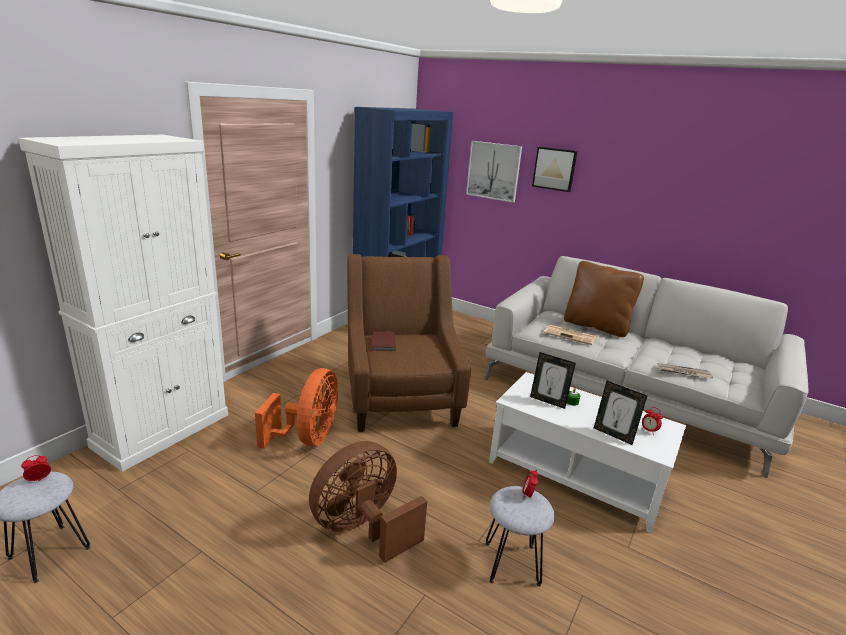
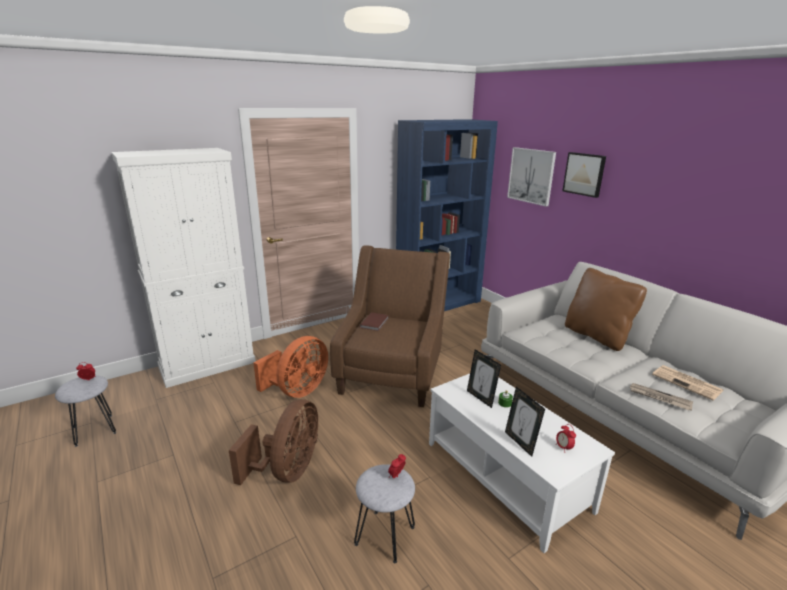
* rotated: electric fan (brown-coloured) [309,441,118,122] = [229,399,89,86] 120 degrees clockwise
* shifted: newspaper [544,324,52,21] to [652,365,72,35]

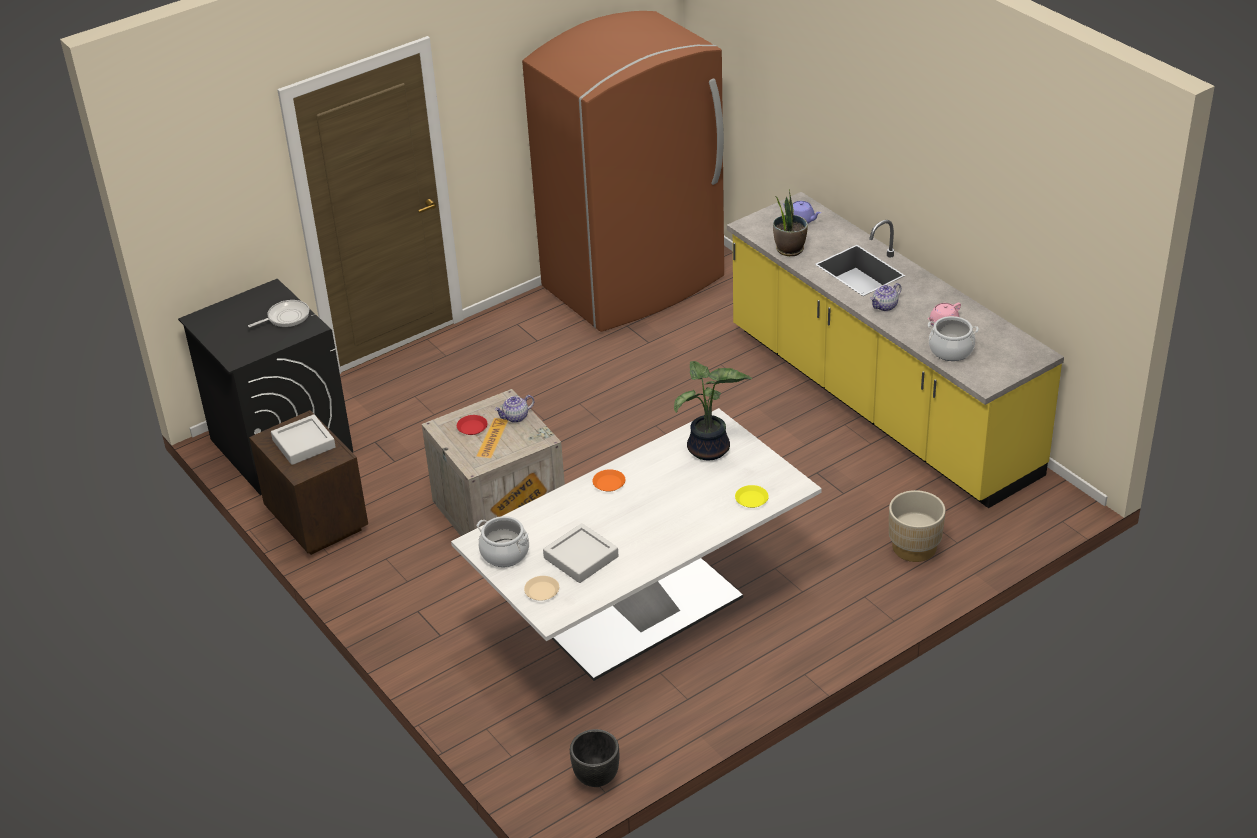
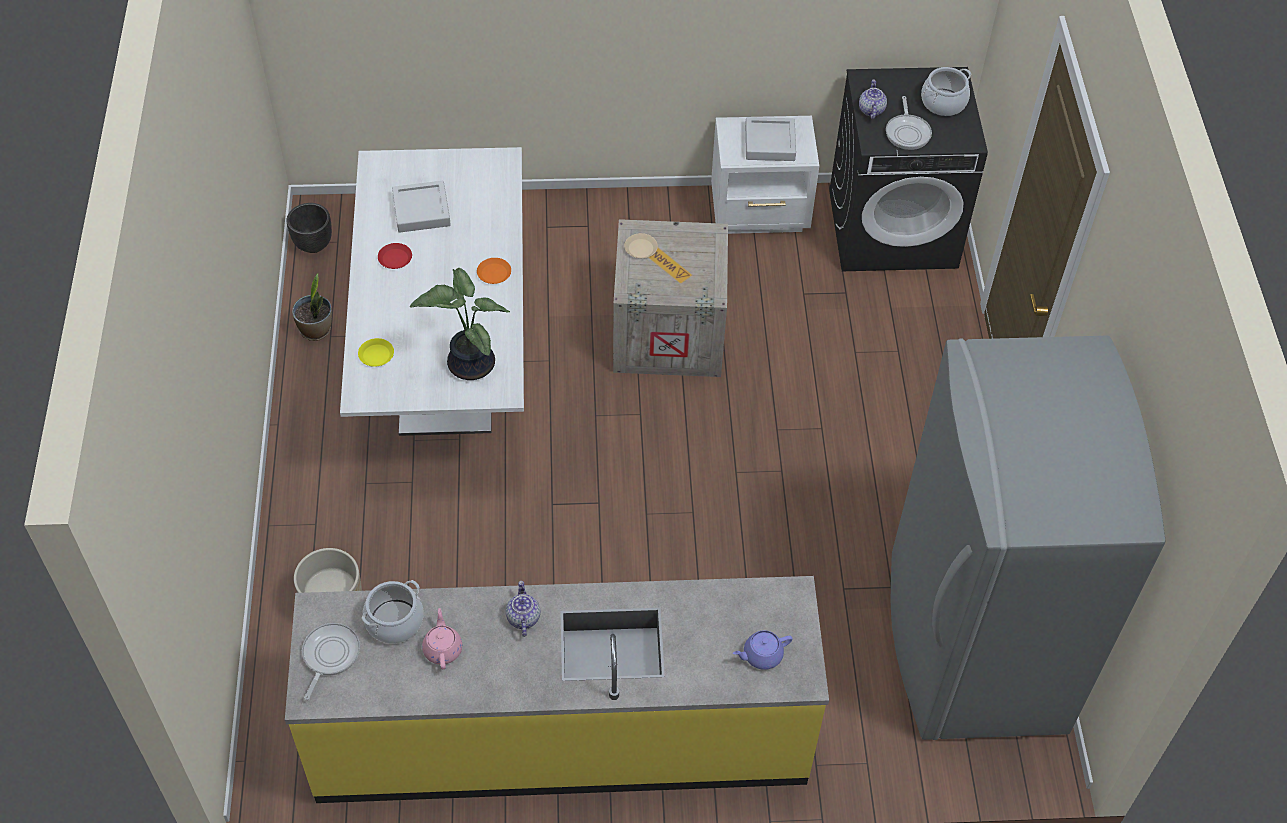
* shifted: houseplant [773,189,35,67] to [292,274,40,67]
* new: pan [302,623,58,77]
* shifted: flat dish (red-coloured) [457,415,31,20] to [378,243,34,26]
* shifted: flat dish (beige) [524,576,35,25] to [624,233,34,25]
* repainted: bedside table (brown-coloured) [249,410,119,145] to bedside table (white-coloured) [711,116,108,118]
* shifted: pot for tea [494,395,40,28] to [859,80,28,39]
* repainted: refrigerator (brown-coloured) [522,11,202,321] to refrigerator (gray) [891,336,274,404]
* shifted: stockpot [477,516,52,51] to [921,67,50,49]

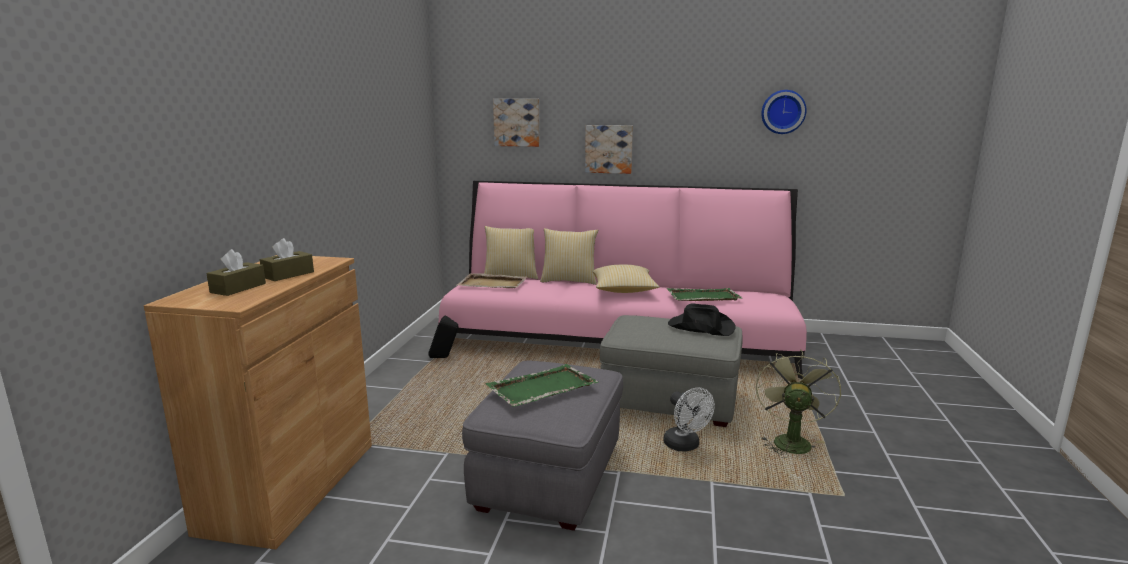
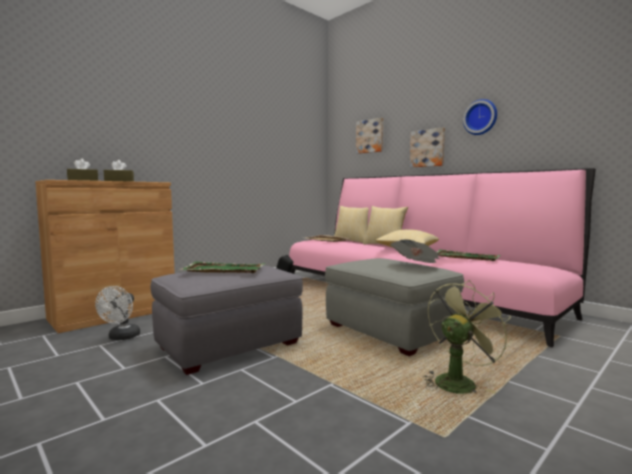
* shifted: electric fan (white-coloured) [663,387,52,65] to [95,286,45,54]
* swapped: wearable hat (black) [668,303,68,33] to newspaper [390,240,50,23]
* shifted: clock on the wall [761,90,46,44] to [463,99,34,36]

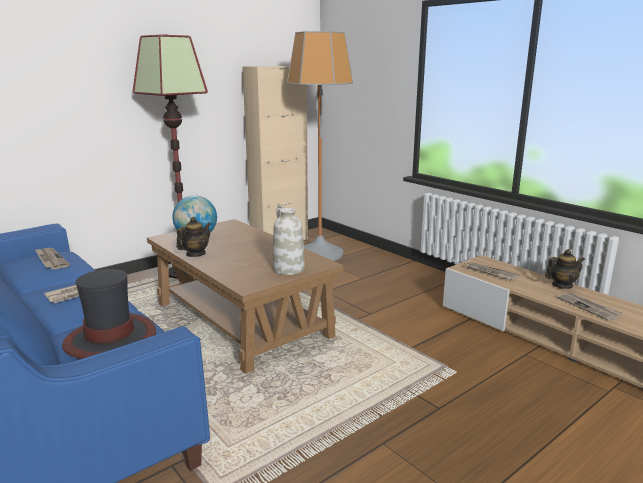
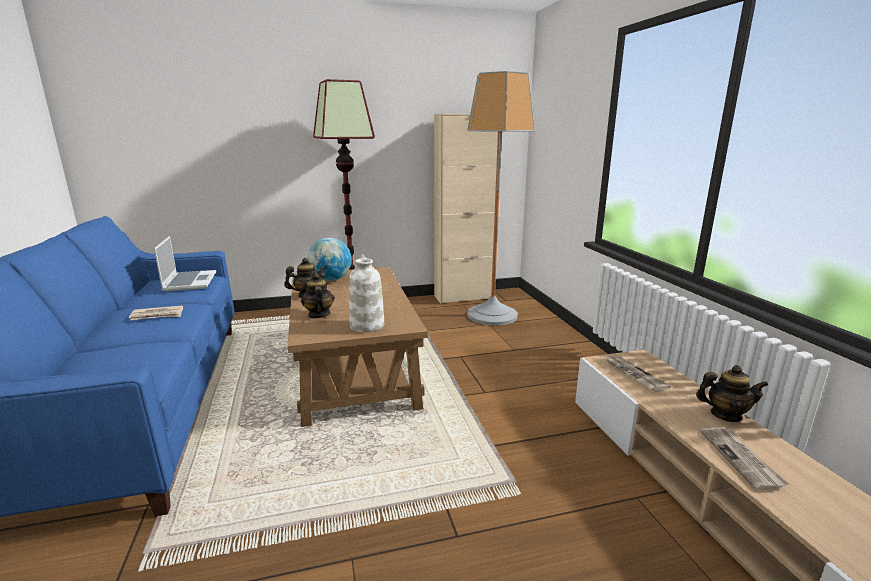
* swapped: newspaper [35,248,35,21] to portable computer [154,236,62,55]
* new: pot for tea [301,273,34,45]
* gone: wearable hat [62,269,94,90]

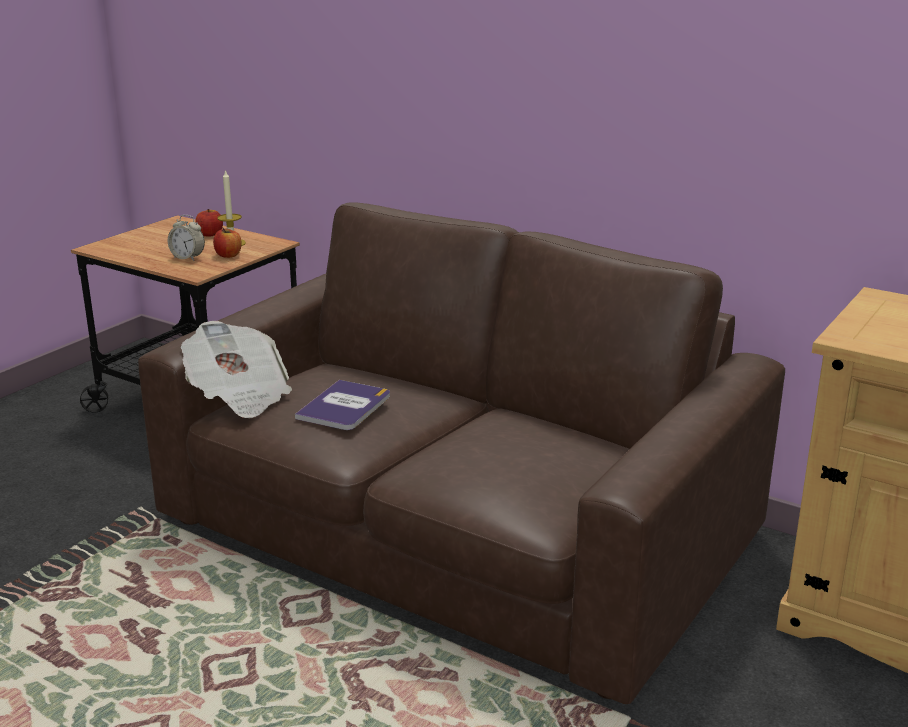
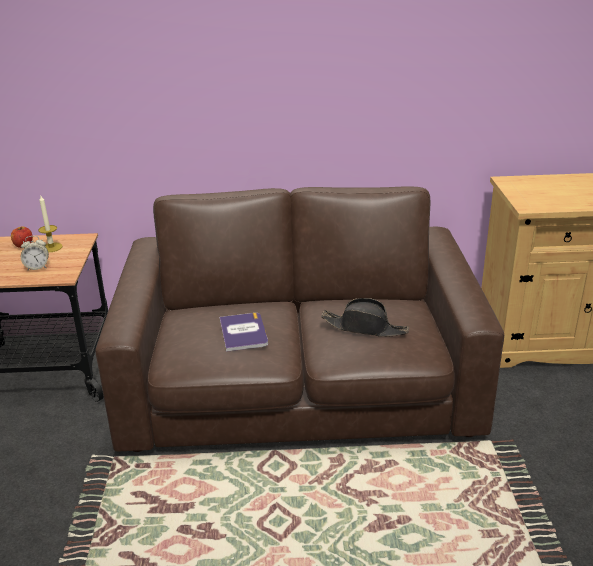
* new: wearable hat (black) [321,298,88,39]
* gone: newspaper [181,321,111,97]
* gone: apple [213,228,28,30]

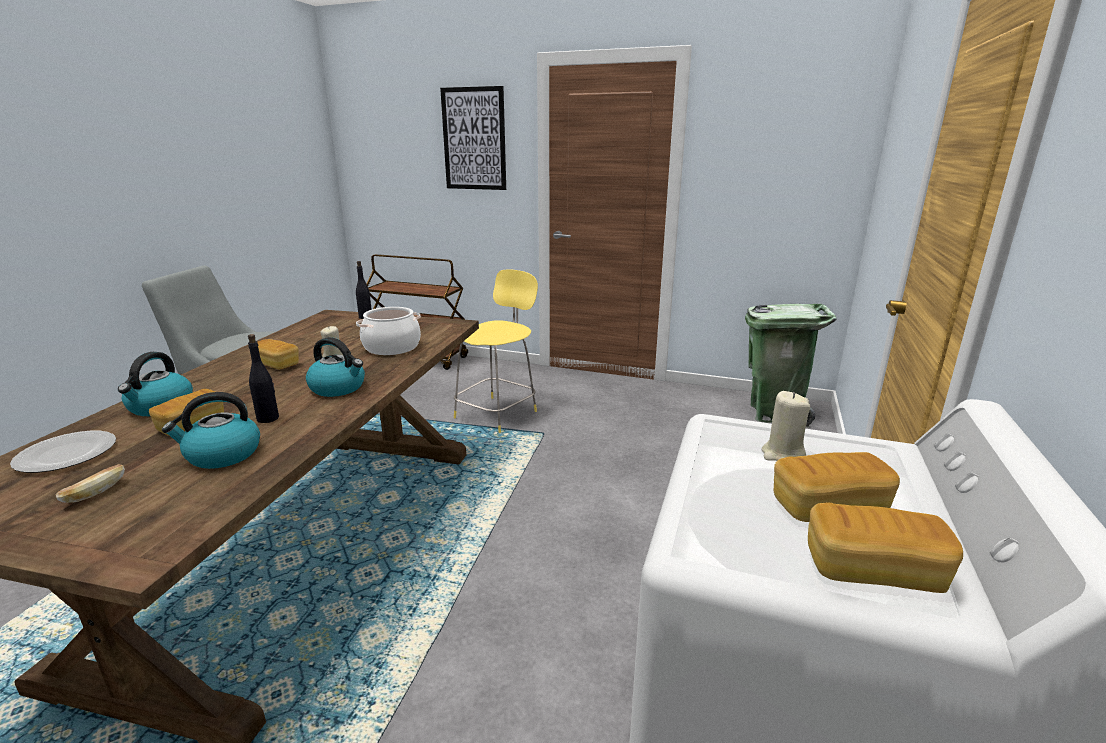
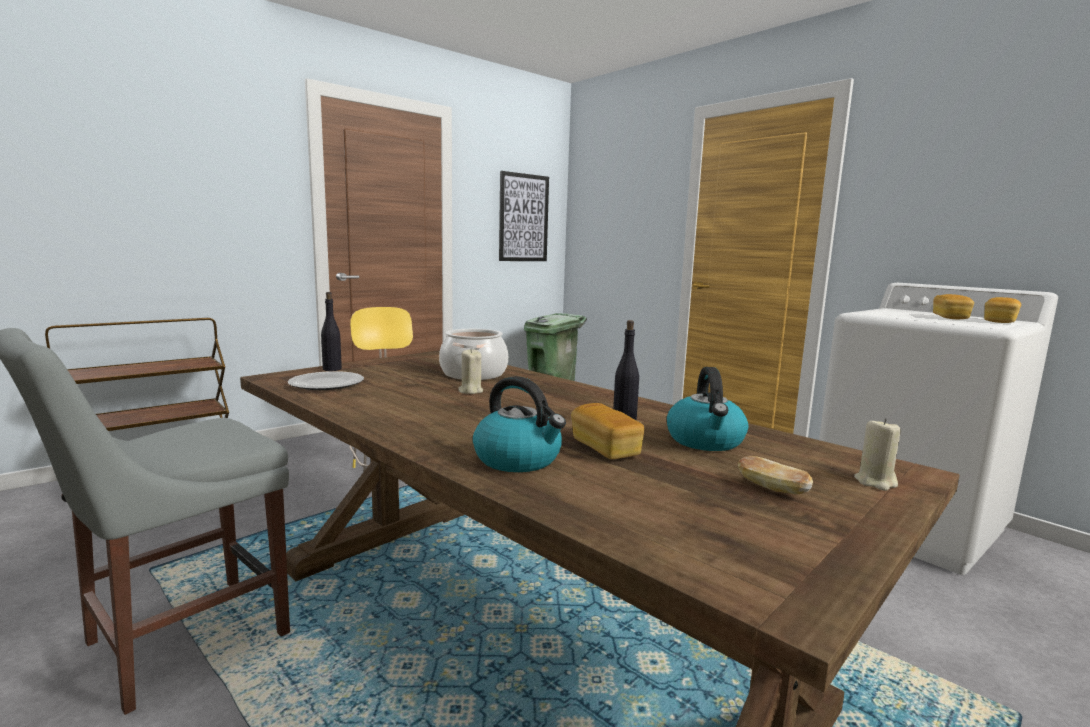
* shifted: flat dish [10,431,106,42] to [288,371,76,19]
* shifted: picture [440,86,66,104] to [499,171,50,90]
* shifted: wax light (beige) [761,391,49,70] to [854,418,47,73]
* gone: bakery bread [257,339,42,30]
* gone: tea kettle [306,337,59,60]

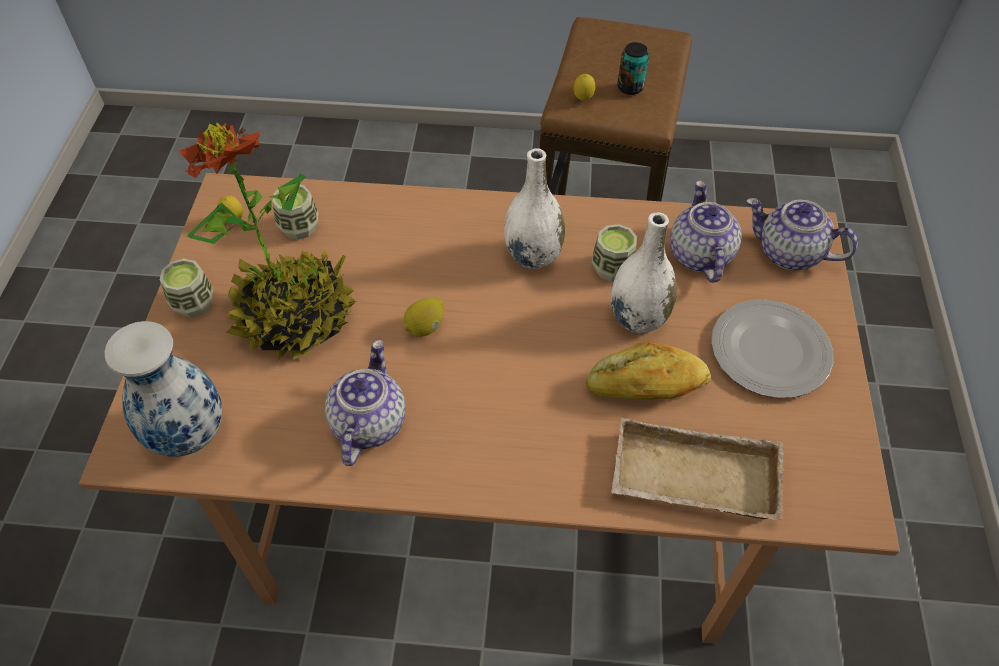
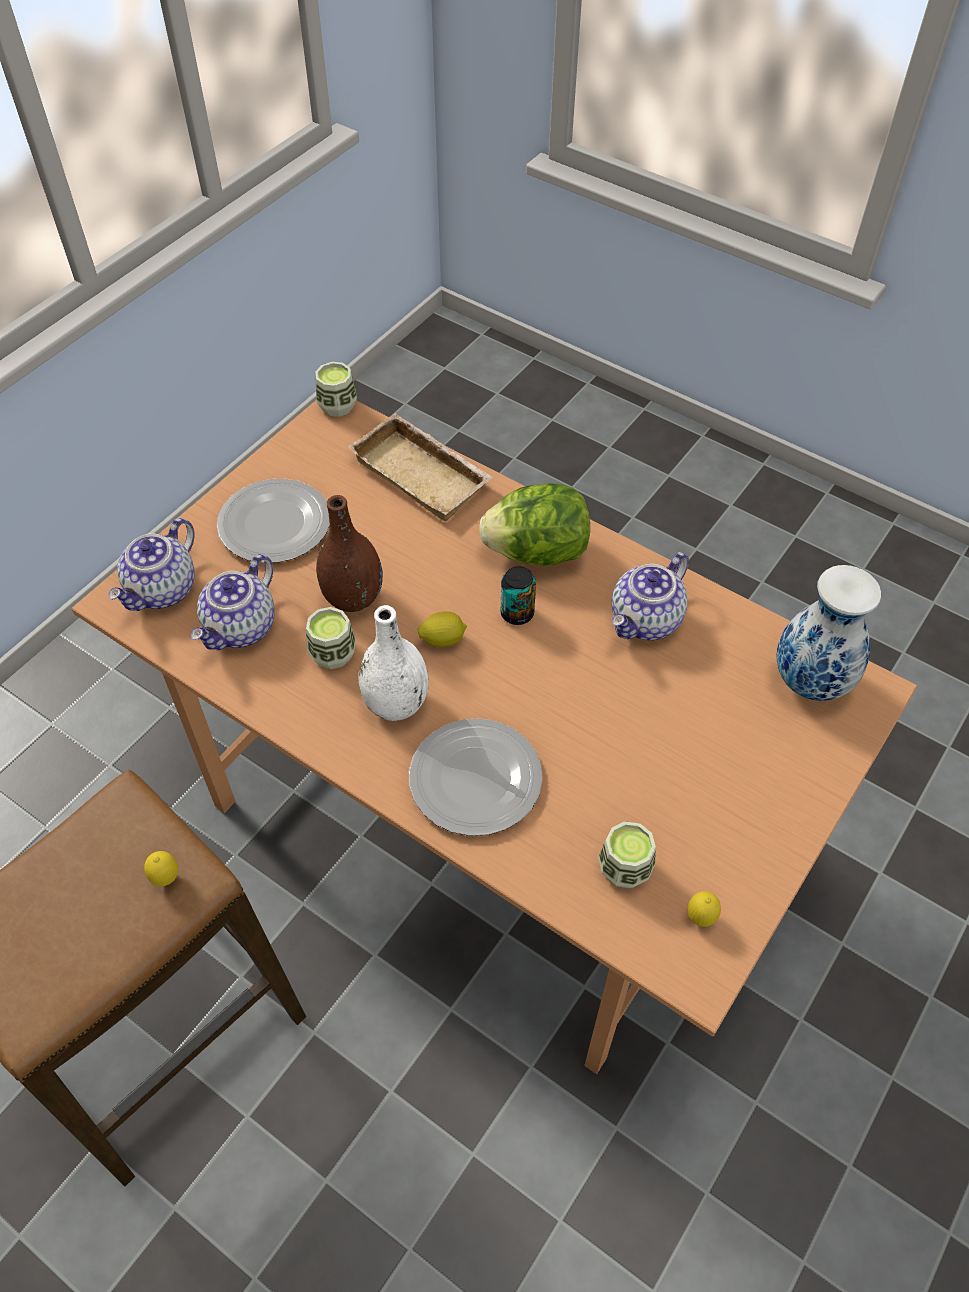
* rotated: pot for tea [746,198,112,72] = [109,518,86,93] 60 degrees clockwise
* shifted: small cup [160,258,53,60] to [315,362,42,55]
* repainted: flower vase (white-coloured) [611,212,66,121] to flower vase (brown-coloured) [316,495,67,117]
* new: flat dish [409,718,134,118]
* shifted: whole lemon [404,298,40,39] to [417,611,50,36]
* new: lettuce head [479,483,111,83]
* shifted: sealed can [617,42,32,53] to [501,566,35,59]
* gone: houseplant [179,123,177,238]
* gone: bakery bread [586,341,125,59]

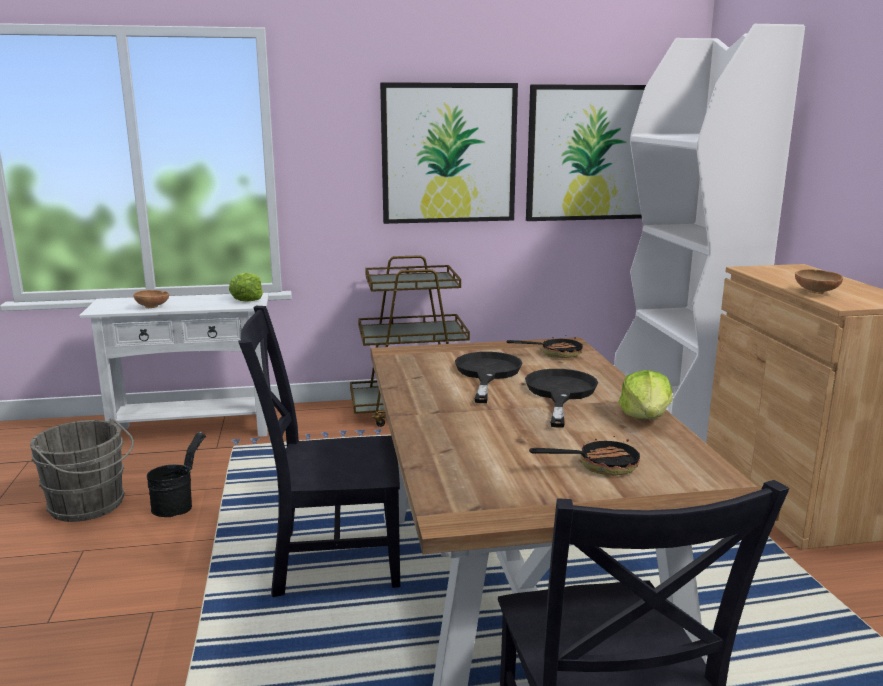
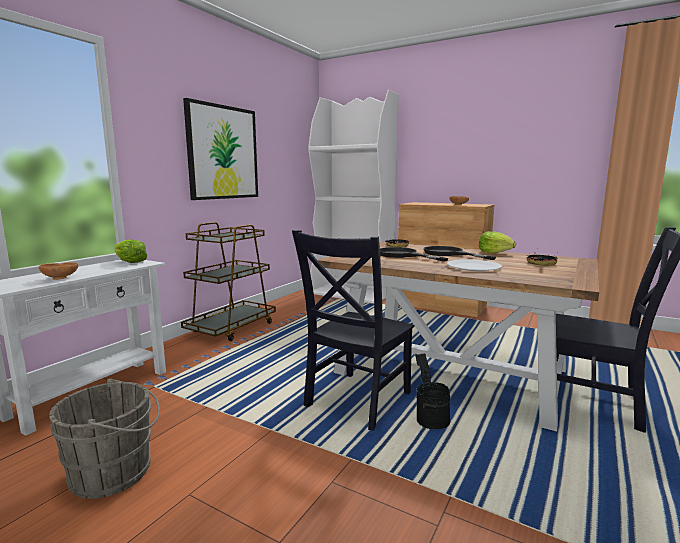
* shifted: water bucket (black) [147,432,59,85] to [415,353,35,76]
* new: flat dish (white-coloured) [447,259,55,12]
* gone: picture [526,84,120,137]

